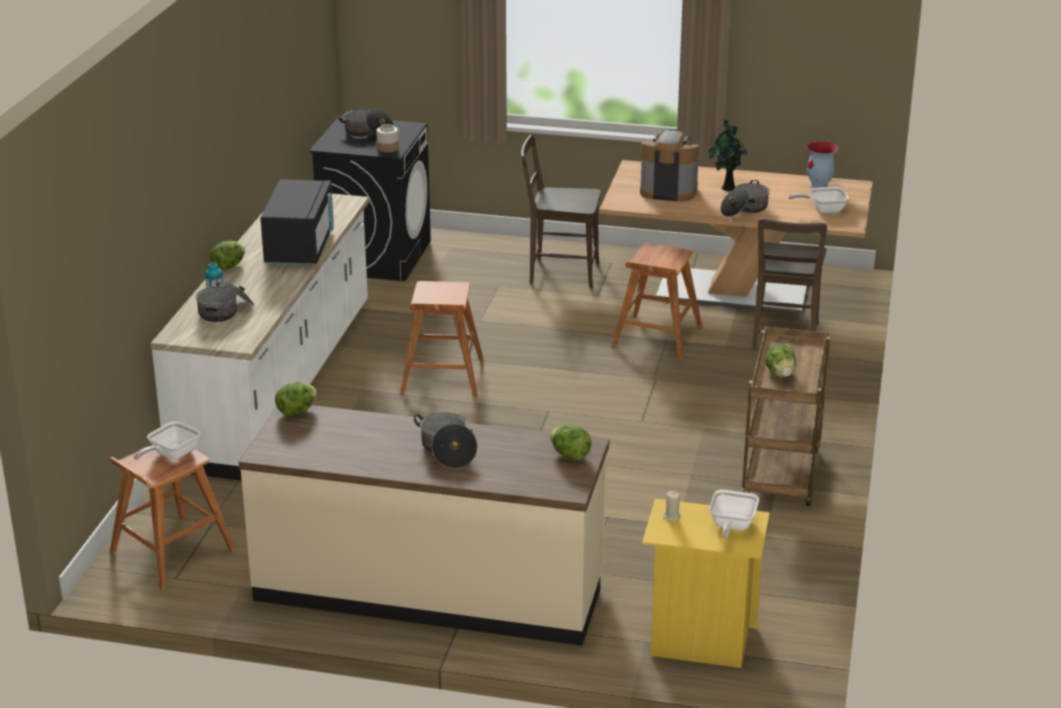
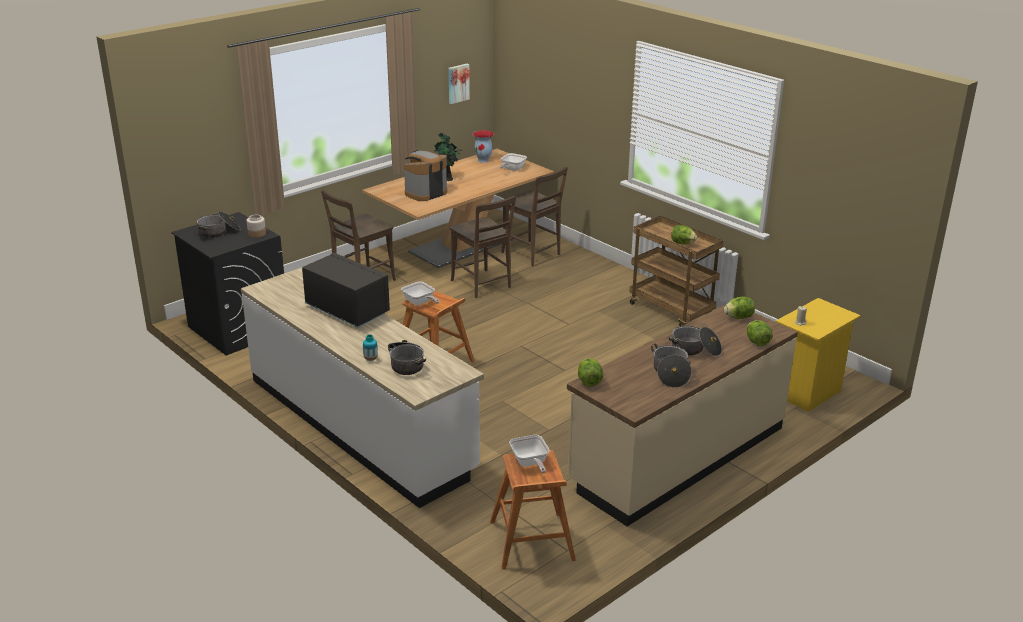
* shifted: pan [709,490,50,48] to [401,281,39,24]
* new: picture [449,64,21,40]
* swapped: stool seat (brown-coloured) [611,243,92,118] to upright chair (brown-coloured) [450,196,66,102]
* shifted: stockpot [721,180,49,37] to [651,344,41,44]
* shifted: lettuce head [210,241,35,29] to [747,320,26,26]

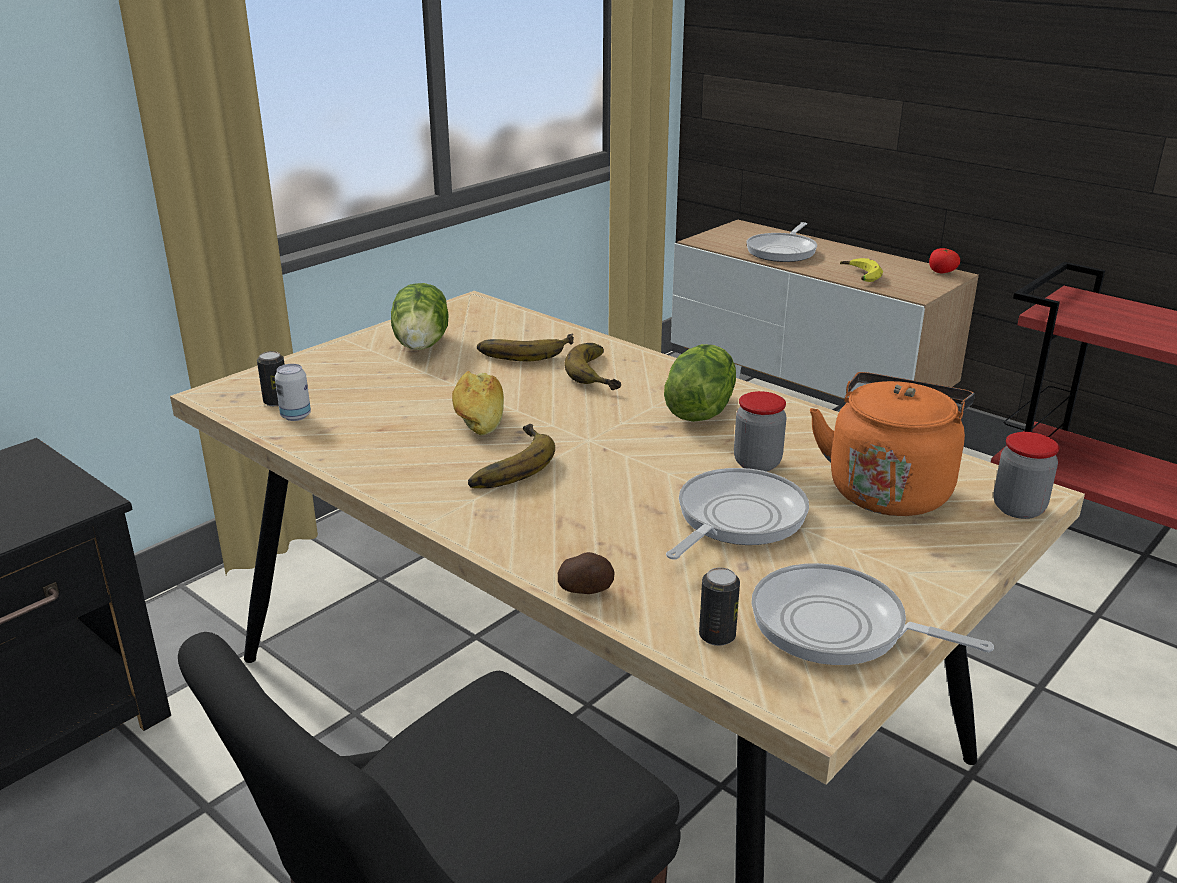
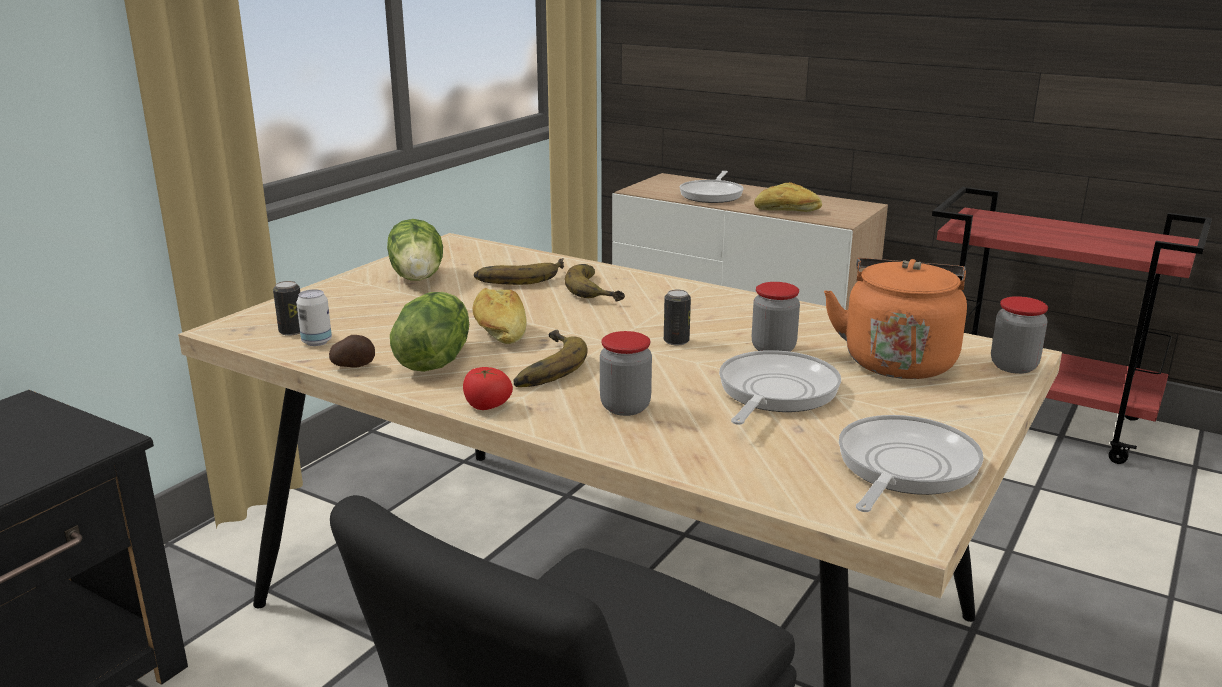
* shifted: spud [558,552,57,42] to [329,335,46,33]
* shifted: lettuce head [664,344,72,78] to [390,292,79,80]
* shifted: fresh tomato [929,248,31,25] to [463,367,50,43]
* new: preserve jar [600,331,52,85]
* shifted: sealed can [699,568,41,78] to [664,290,27,55]
* swapped: banana [840,258,43,24] to bakery bread [754,182,68,30]
* rotated: pan [752,563,242,102] = [839,415,145,97] 105 degrees clockwise

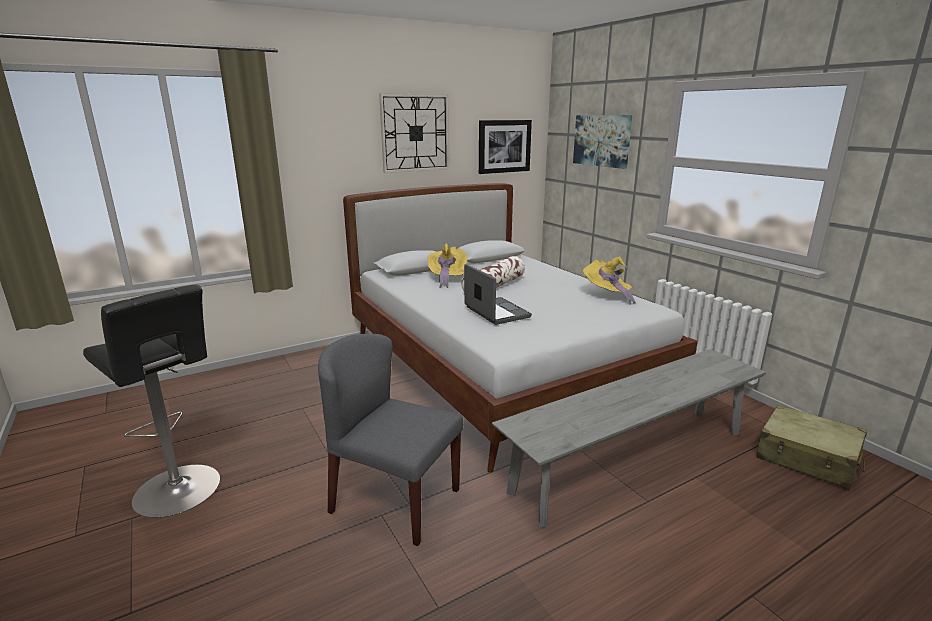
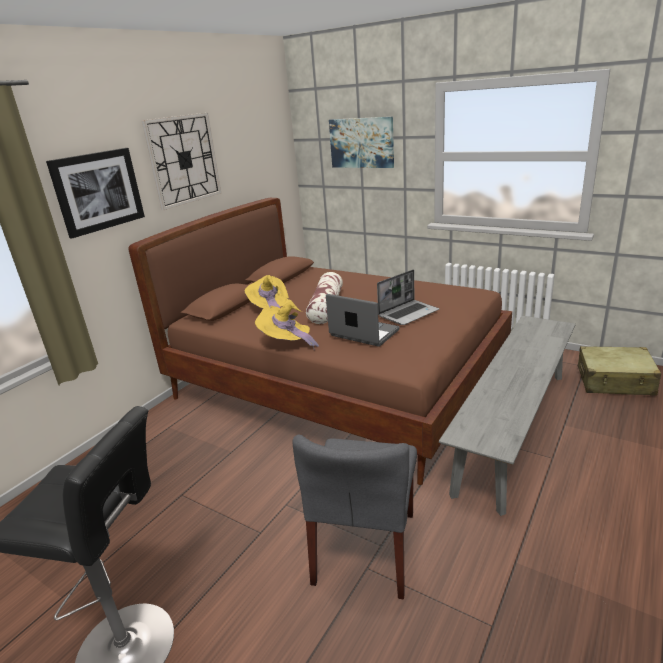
* shifted: picture [479,120,53,54] to [46,148,99,90]
* repainted: bed (white-coloured) [343,183,355,290] to bed (brown-coloured) [129,198,383,287]
* shifted: wearable hat (yellowish) [583,257,53,48] to [255,301,64,49]
* rotated: upright chair (gray) [318,333,145,213] = [292,435,125,164] 75 degrees counterclockwise
* new: portable computer [377,270,62,55]

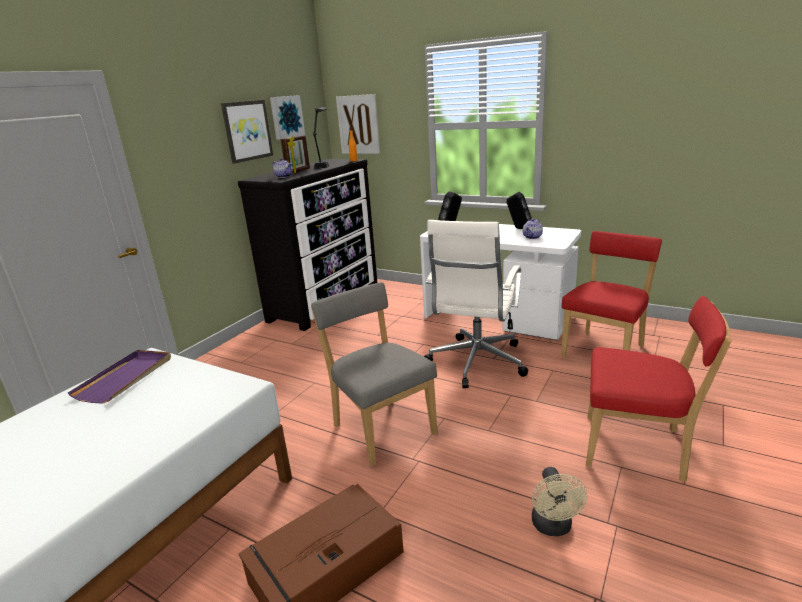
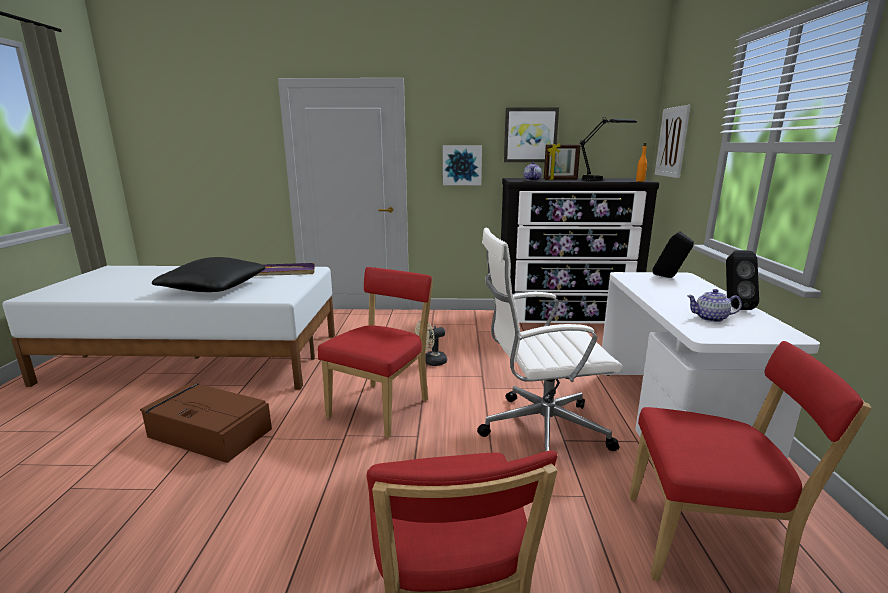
* new: cushion (black) [152,257,113,35]
* repainted: upright chair (gray) [311,282,126,185] to upright chair (red-coloured) [318,267,115,171]
* shifted: electric fan (beige) [532,467,55,69] to [415,320,32,46]
* shifted: picture [270,95,35,45] to [443,145,39,40]

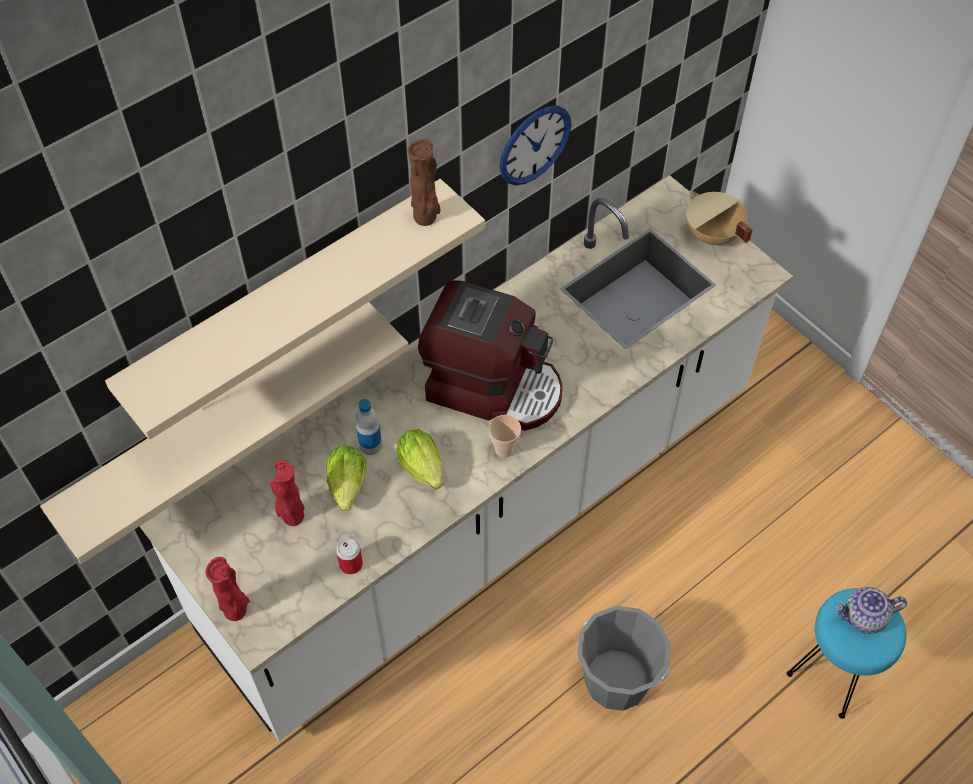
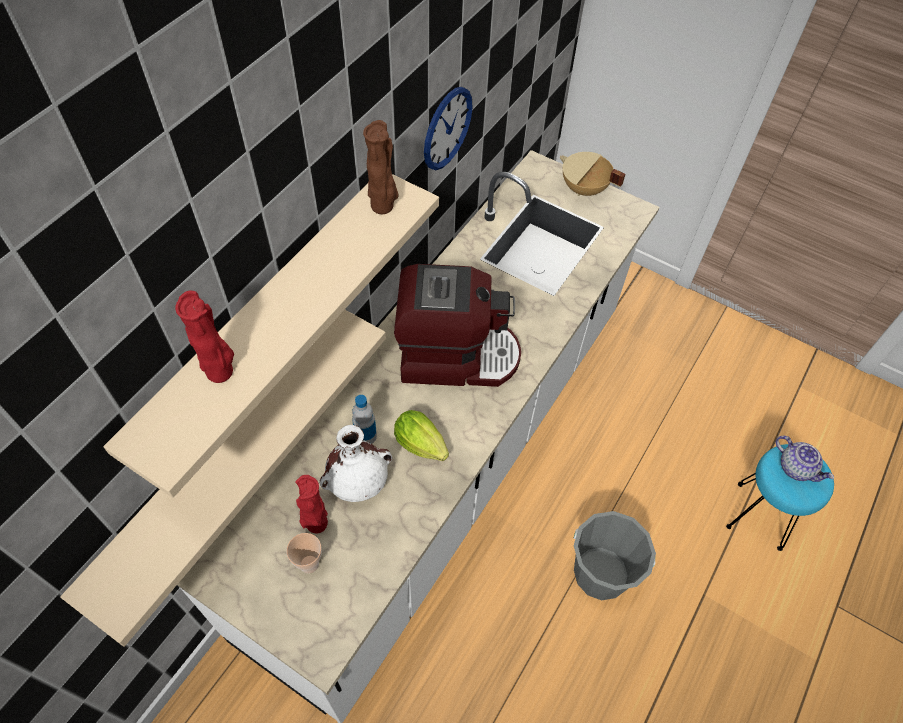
* shifted: flower vase (red-coloured) [205,557,45,64] to [175,291,59,92]
* shifted: small cup [489,415,32,43] to [287,533,35,41]
* swapped: lettuce head [326,445,40,66] to flower vase (white-coloured) [319,425,73,77]
* rotated: pot for tea [835,587,72,47] = [776,436,58,46] 105 degrees counterclockwise
* gone: sealed can [336,538,27,36]

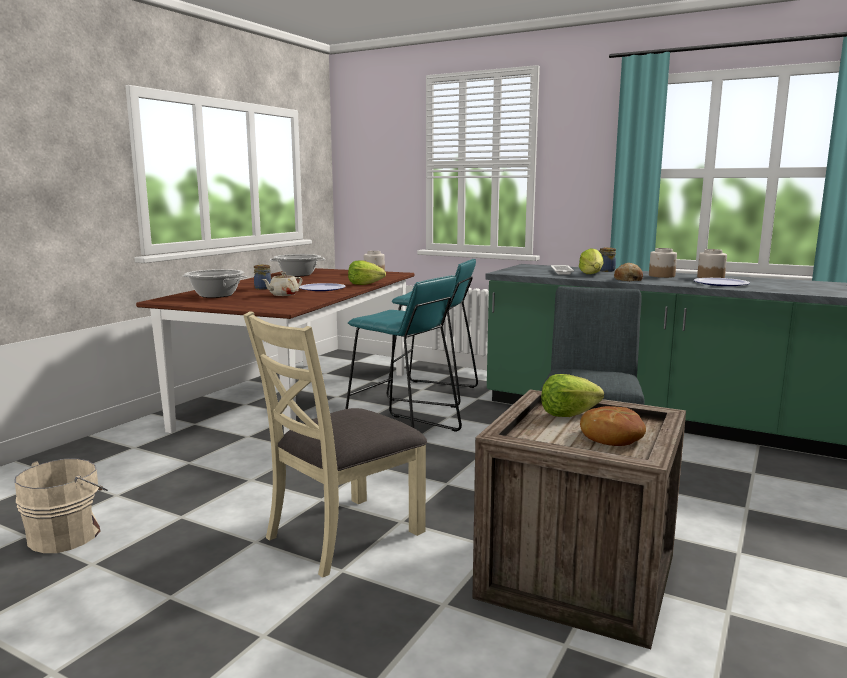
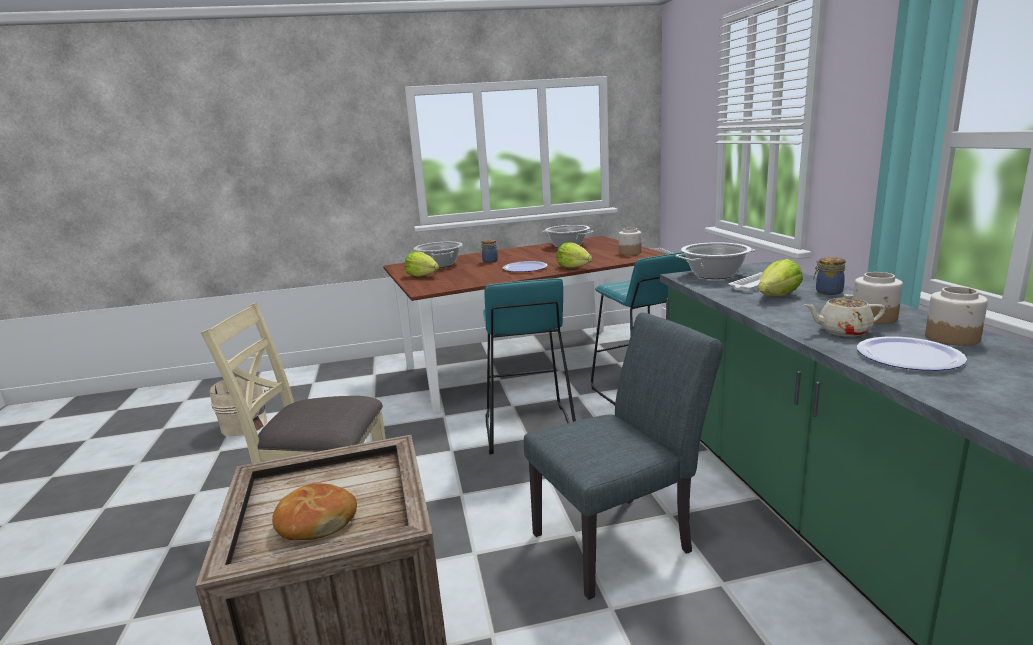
* shifted: lettuce head [541,374,63,43] to [405,251,34,26]
* new: stockpot [676,242,80,37]
* shifted: pot for tea (beige) [262,272,40,24] to [804,294,82,42]
* gone: bakery bread [614,263,29,18]

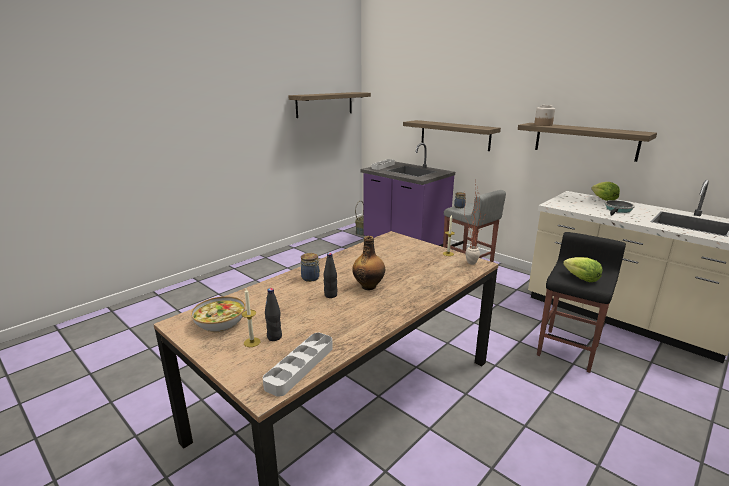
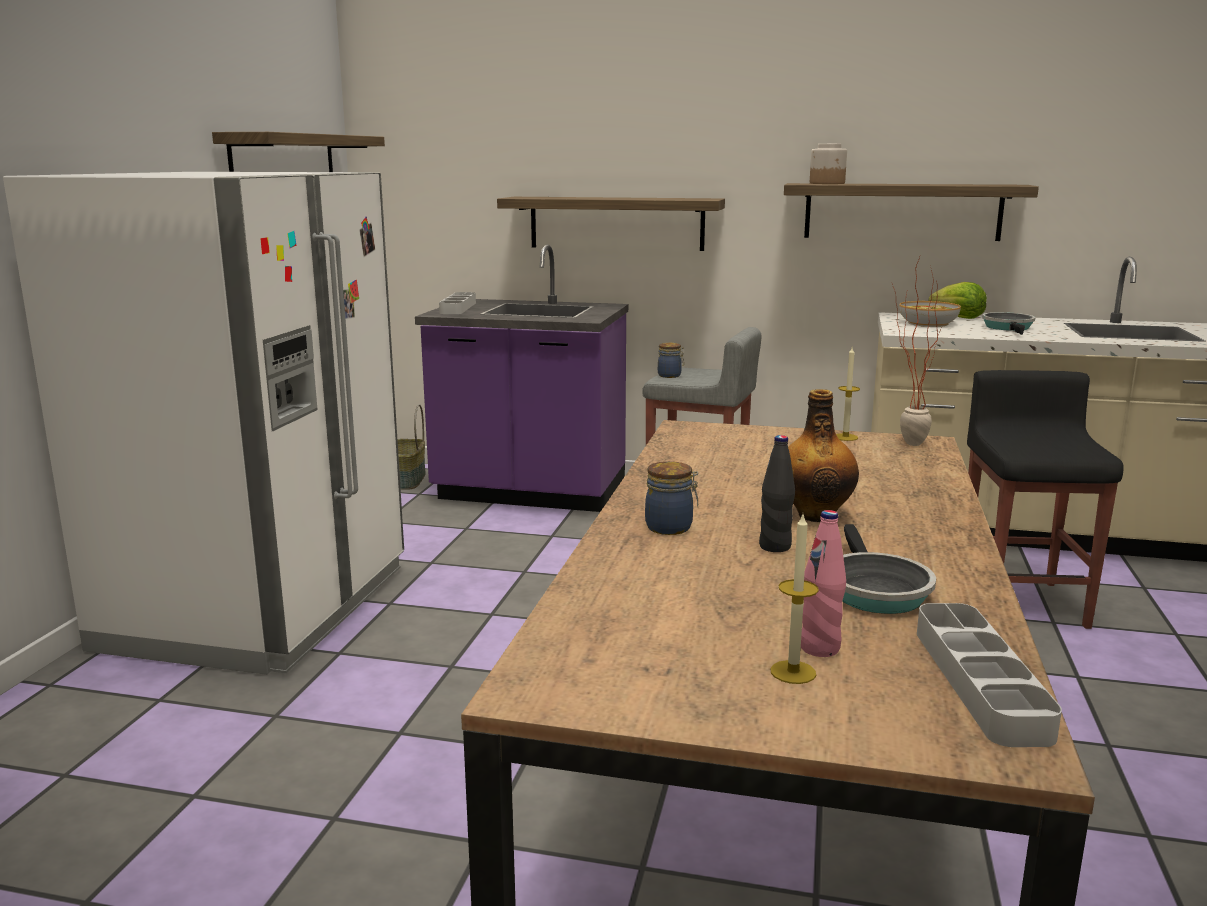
* new: refrigerator (white-coloured) [3,172,401,503]
* repainted: beverage bottle (black) [265,288,17,53] to beverage bottle (pink-coloured) [801,510,45,147]
* new: pan [842,524,94,90]
* shifted: deep dish [191,296,54,36] to [899,301,62,26]
* gone: lettuce head [563,257,40,25]

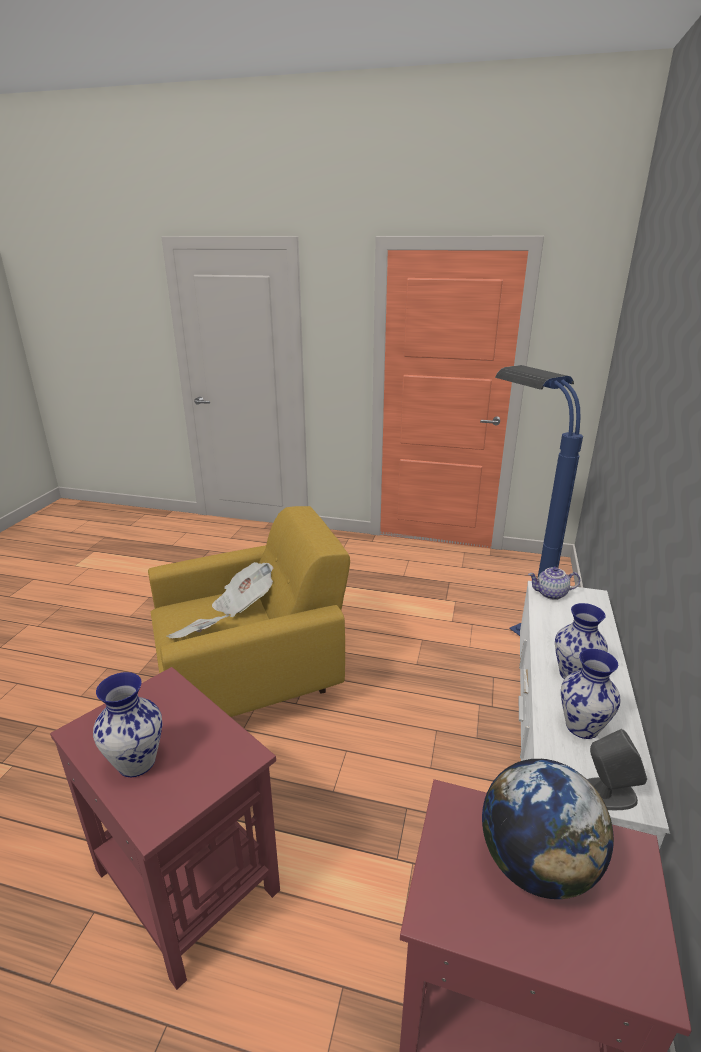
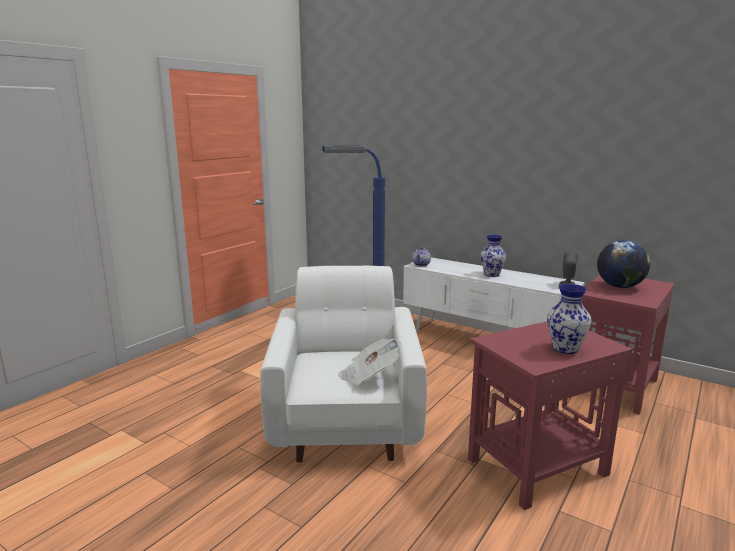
* repainted: armchair (yellowish) [148,506,202,211] to armchair (white-coloured) [260,265,167,198]
* gone: newspaper [212,562,61,55]
* gone: flower vase [561,649,60,90]

